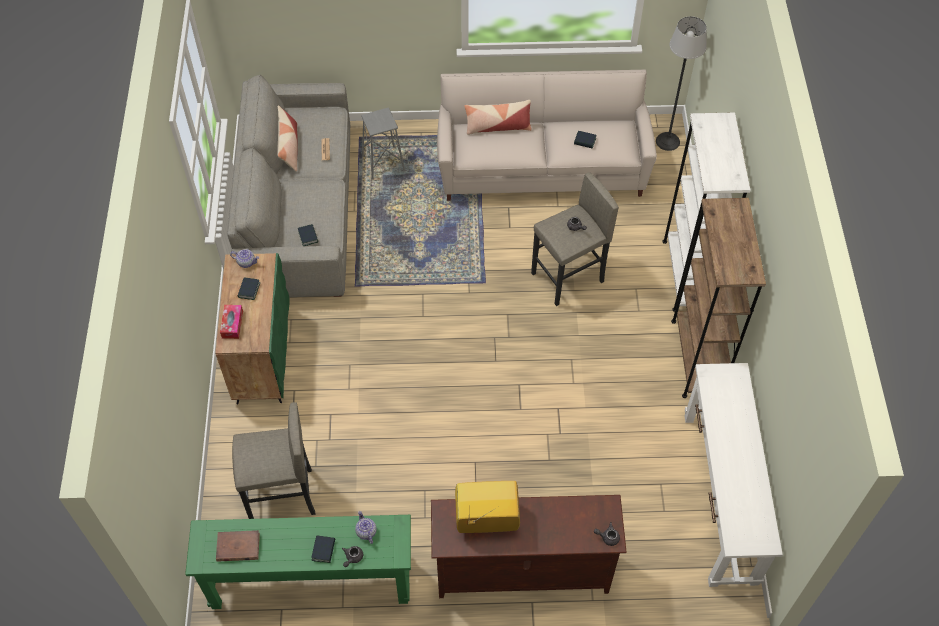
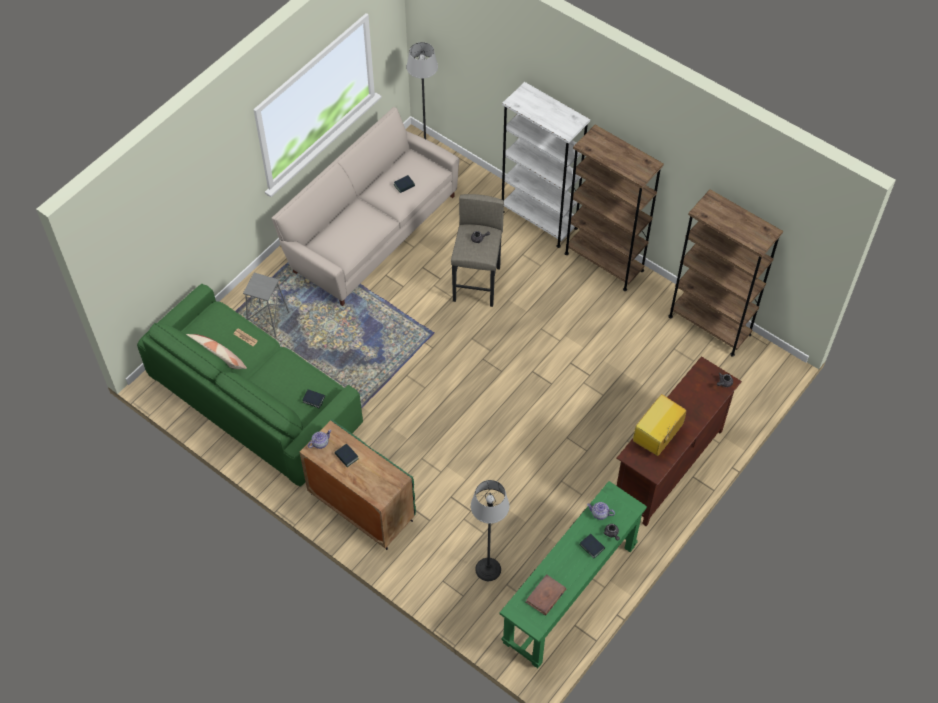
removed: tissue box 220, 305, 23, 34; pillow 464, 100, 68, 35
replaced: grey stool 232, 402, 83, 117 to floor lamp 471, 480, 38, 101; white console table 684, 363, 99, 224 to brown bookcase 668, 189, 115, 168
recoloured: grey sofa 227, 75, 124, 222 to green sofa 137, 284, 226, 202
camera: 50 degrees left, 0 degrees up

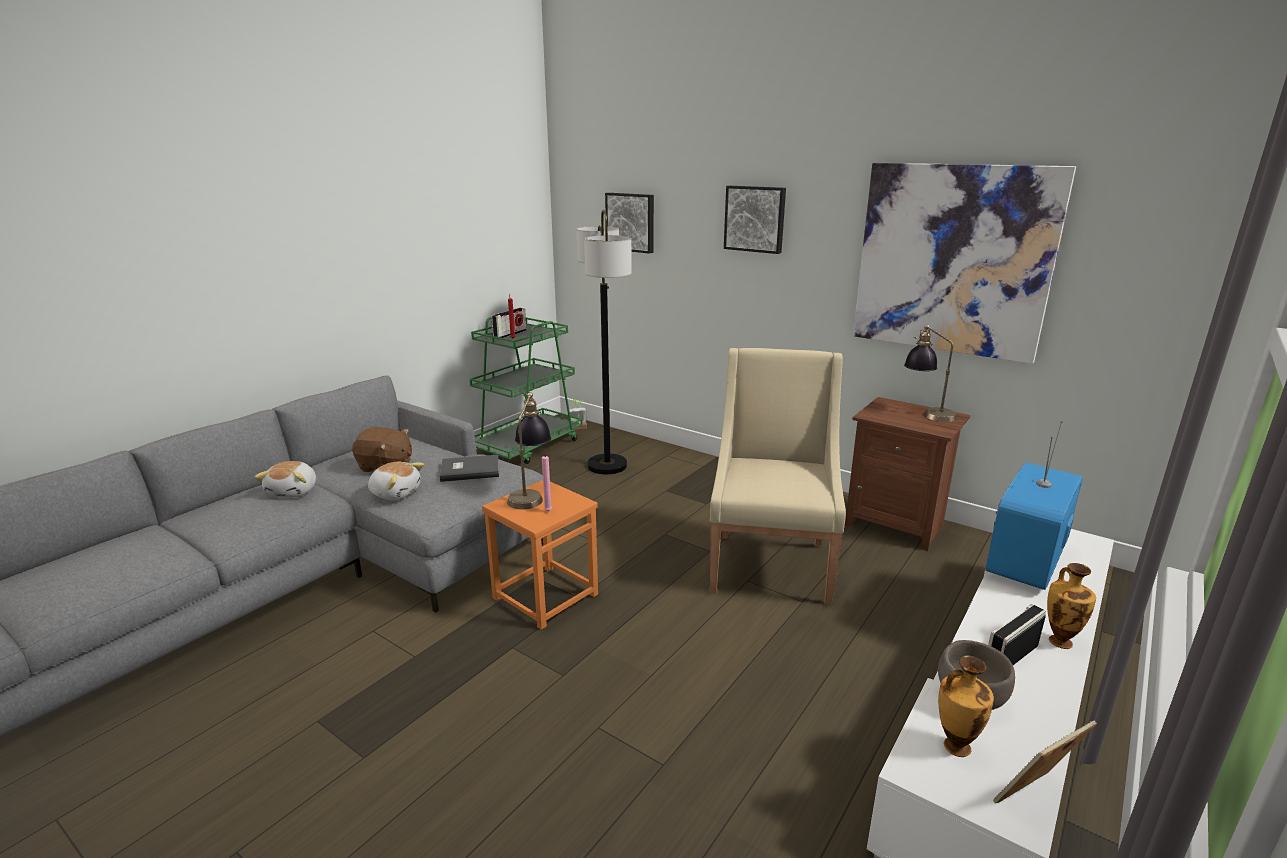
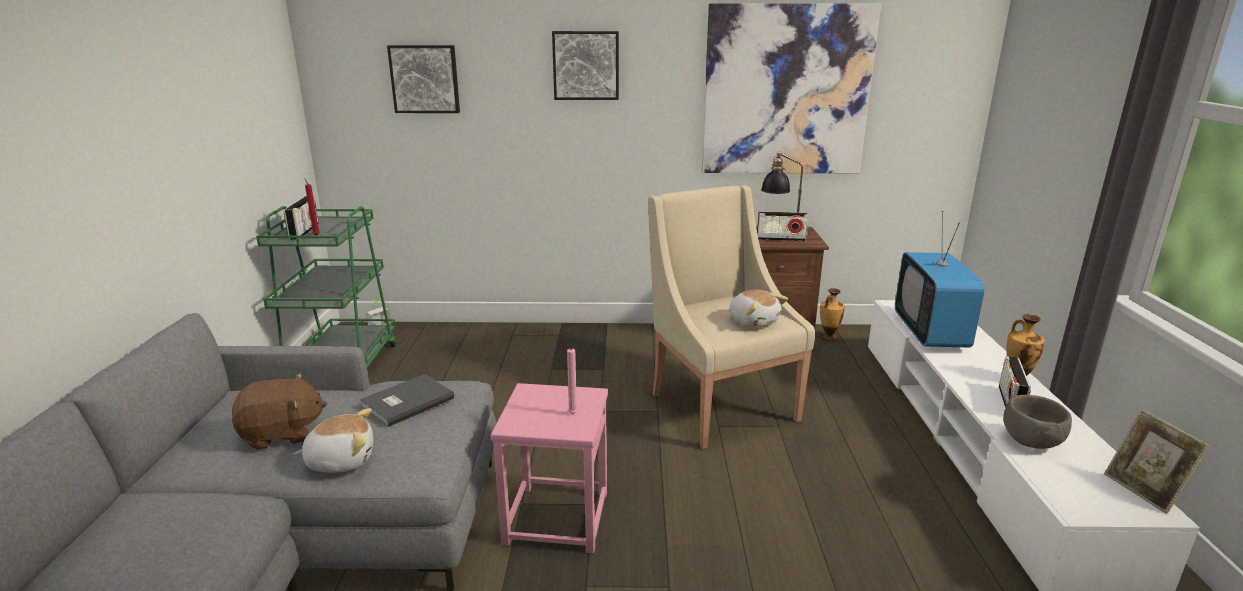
removed: table lamp 507, 392, 44, 117; floor lamp 576, 210, 56, 265
added: radio 757, 211, 51, 30
moved: plush toy 254, 461, 62, 37 to 729, 290, 59, 38; vase 938, 656, 56, 101 to 820, 288, 25, 52
recoloured: orange stool 482, 480, 116, 150 to pink stool 491, 383, 117, 170
turned: picture frame 993, 721, 104, 82 = 1104, 409, 106, 105 45 degrees counterclockwise
camera: 35 degrees left, 0 degrees up

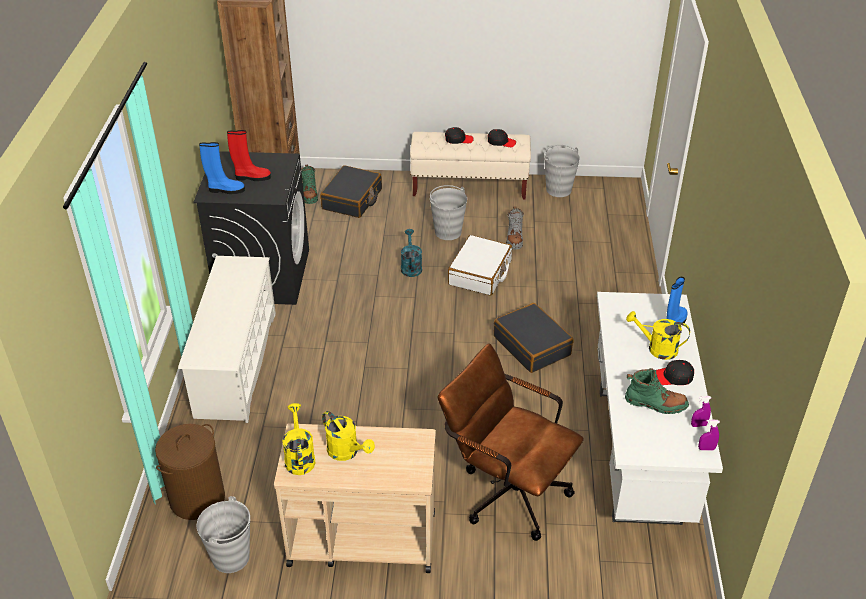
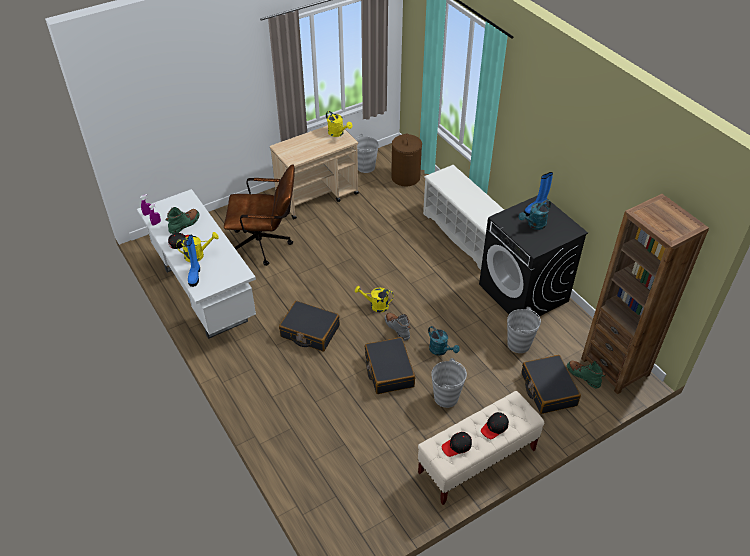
moved: yellow watering can 322, 411, 53, 50 to 355, 286, 39, 27; grey boot 506, 207, 18, 42 to 385, 313, 25, 28; grey bucket 544, 145, 36, 52 to 507, 307, 34, 46
replaced: red boot 227, 130, 44, 51 to turquoise watering can 519, 200, 32, 30
recoloured: white suitcase 448, 235, 64, 60 to black suitcase 365, 337, 50, 57
turned: green boot 625, 368, 64, 46 = 165, 207, 35, 27 150 degrees clockwise
camera: 145 degrees right, 5 degrees up

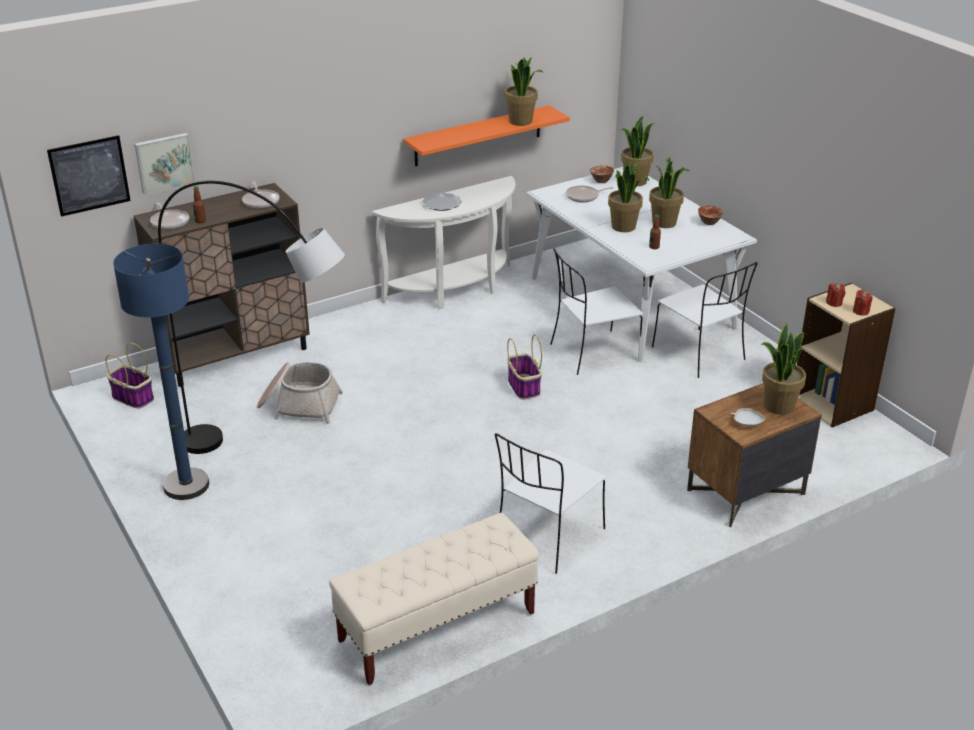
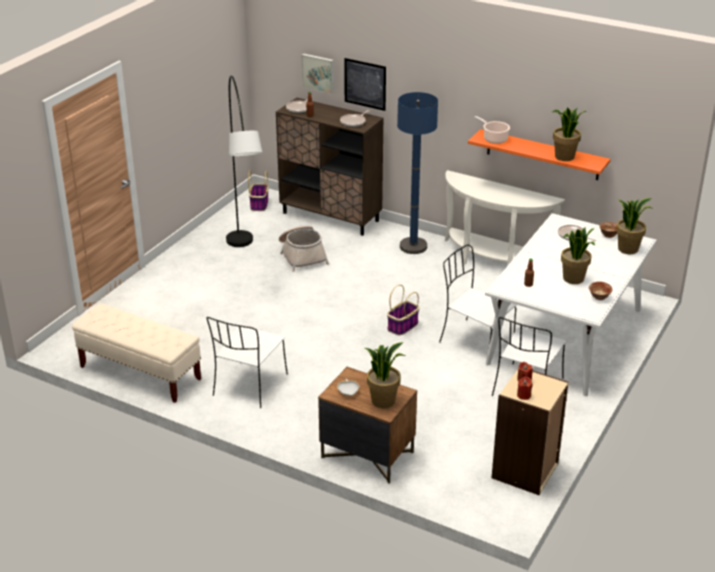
removed: plate 422, 193, 40, 18; potted plant 608, 162, 41, 70
added: cooking pot 474, 116, 36, 28
moved: picture 47, 135, 84, 82 to 344, 58, 42, 53; blue floor lamp 113, 244, 96, 256 to 397, 92, 41, 162
turned: white chair 495, 433, 112, 141 = 206, 317, 82, 91 75 degrees counterclockwise
camera: 60 degrees right, 0 degrees up

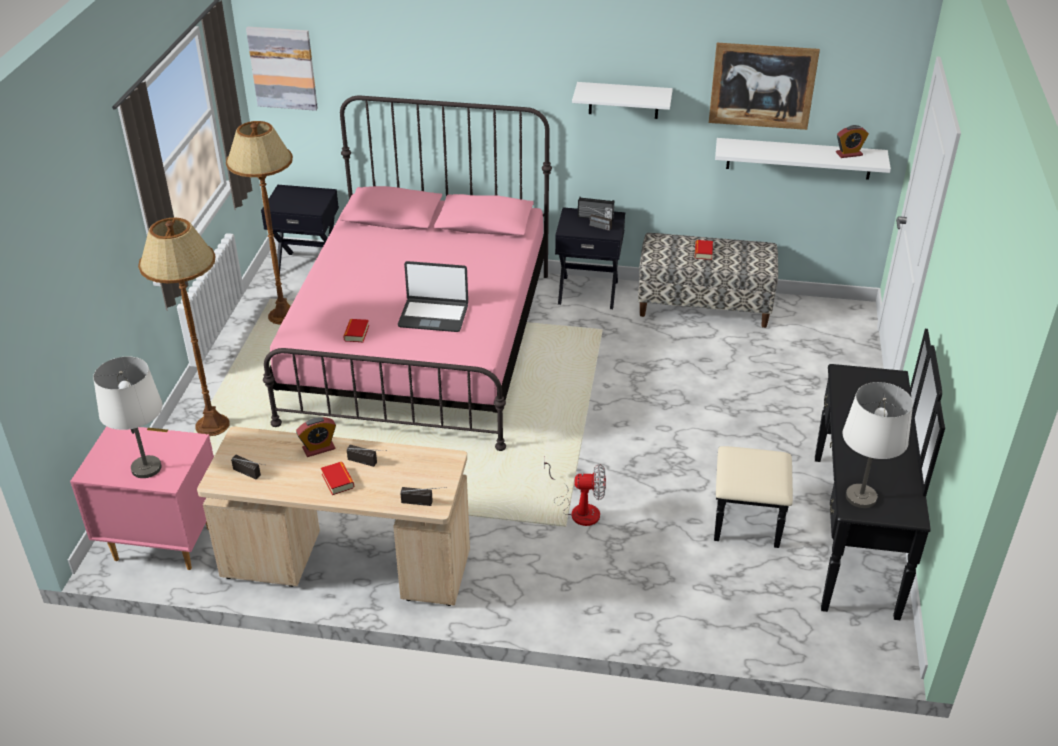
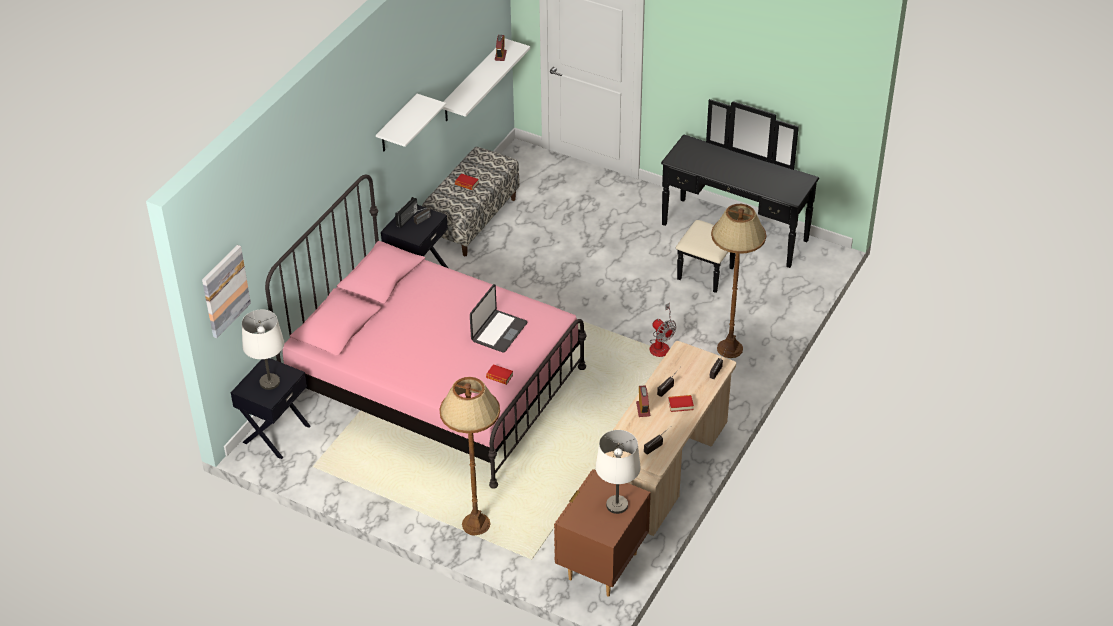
removed: picture 709, 43, 111, 87
moved: brown floor lamp 226, 121, 67, 204 to 711, 204, 55, 154; white table lamp 843, 382, 70, 126 to 242, 310, 42, 80
recoloured: pink nightstand 70, 426, 144, 144 to brown nightstand 554, 469, 97, 127
turned: fan 544, 456, 62, 70 = 650, 303, 26, 54 120 degrees clockwise
camera: 70 degrees left, 5 degrees up

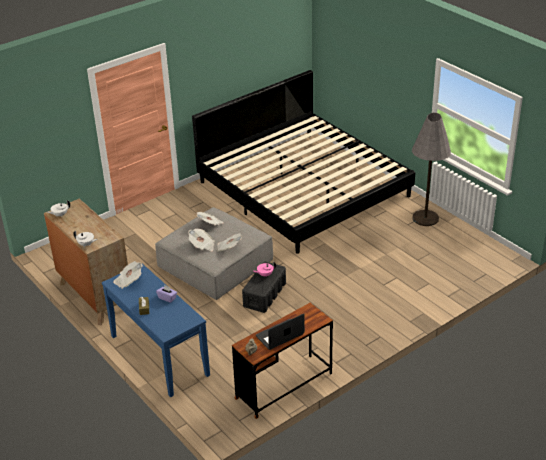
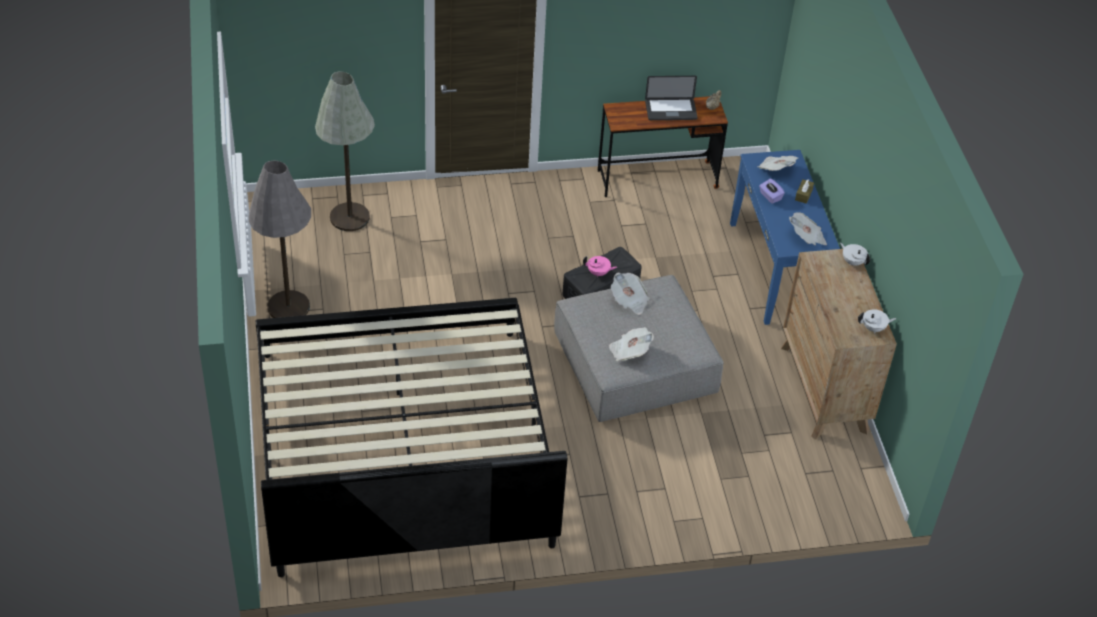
added: grey floor lamp 315, 71, 60, 160
moved: newspaper 188, 229, 27, 22 to 757, 156, 41, 15
camera: 155 degrees left, 10 degrees up

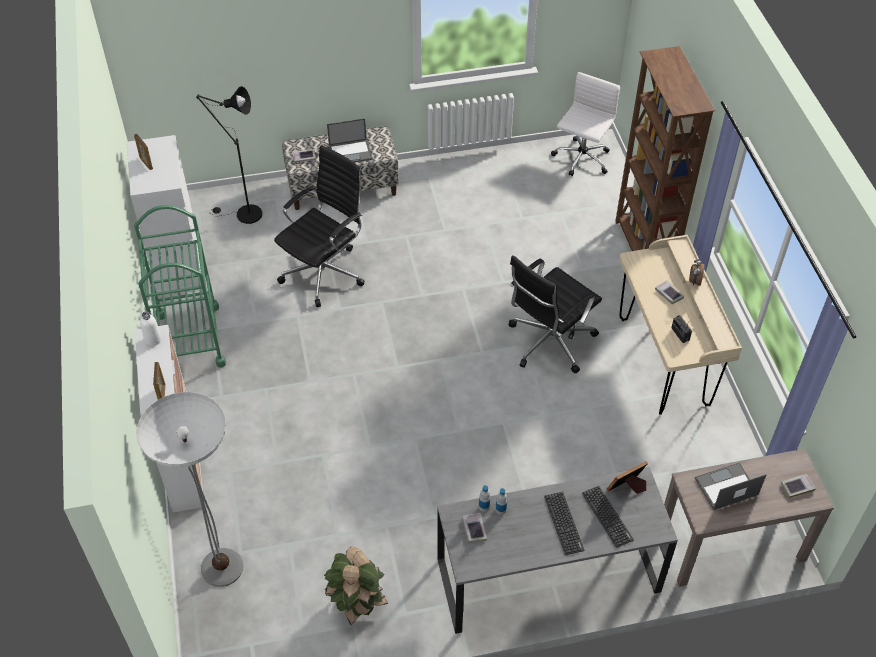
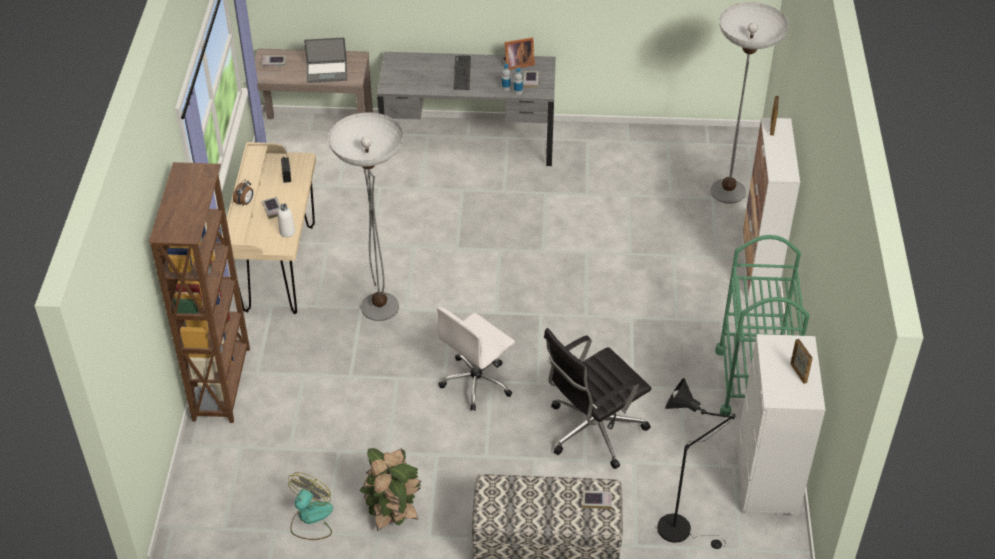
removed: laptop 327, 118, 45, 45; keyboard 582, 486, 52, 62
added: fan 288, 472, 45, 68
moved: white bottle 140, 311, 22, 35 to 278, 203, 17, 34; potted plant 324, 547, 64, 78 to 359, 448, 63, 83; white office chair 551, 72, 69, 104 to 437, 307, 78, 104; picture frame 607, 461, 41, 33 to 504, 37, 31, 33
replaced: black office chair 509, 255, 93, 118 to floor lamp 328, 112, 75, 209
camera: 165 degrees left, 5 degrees down

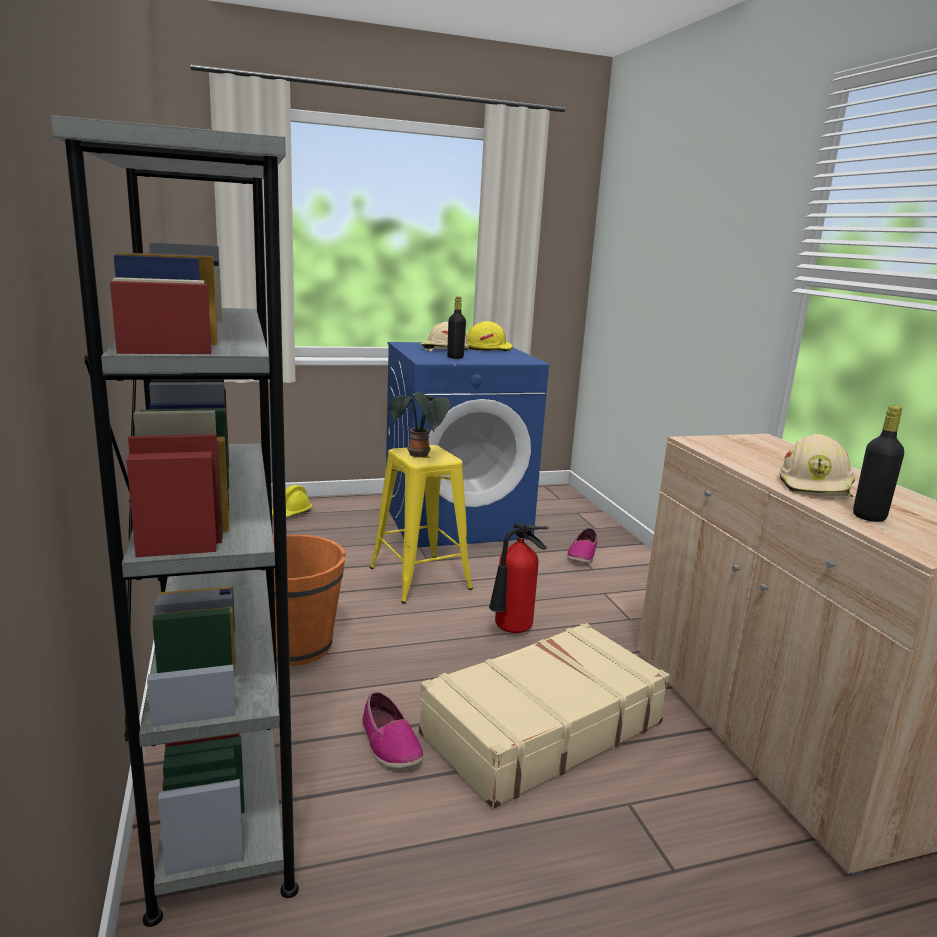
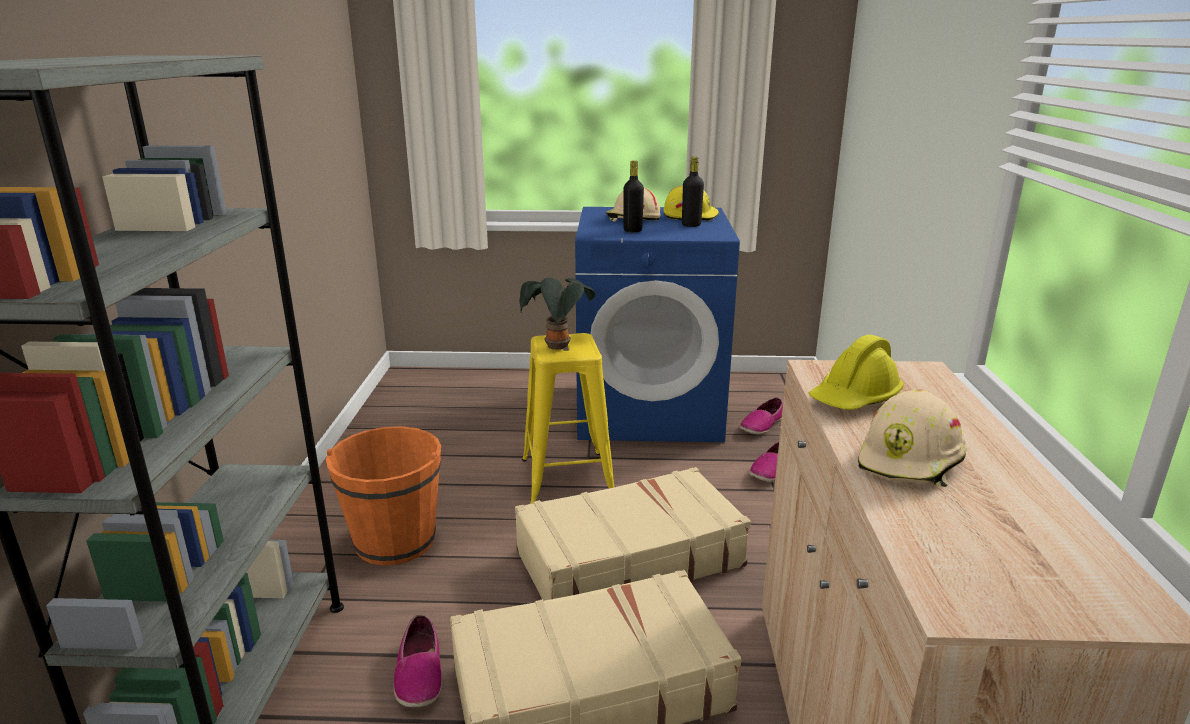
added: shoe 740, 397, 43, 37
moved: yellow hard hat 272, 485, 41, 32 to 808, 335, 96, 75; black bottle 853, 406, 51, 116 to 682, 157, 22, 70
replaced: fire extinguisher 489, 523, 60, 110 to beige suitcase 515, 467, 236, 134
camera: 20 degrees right, 5 degrees up

